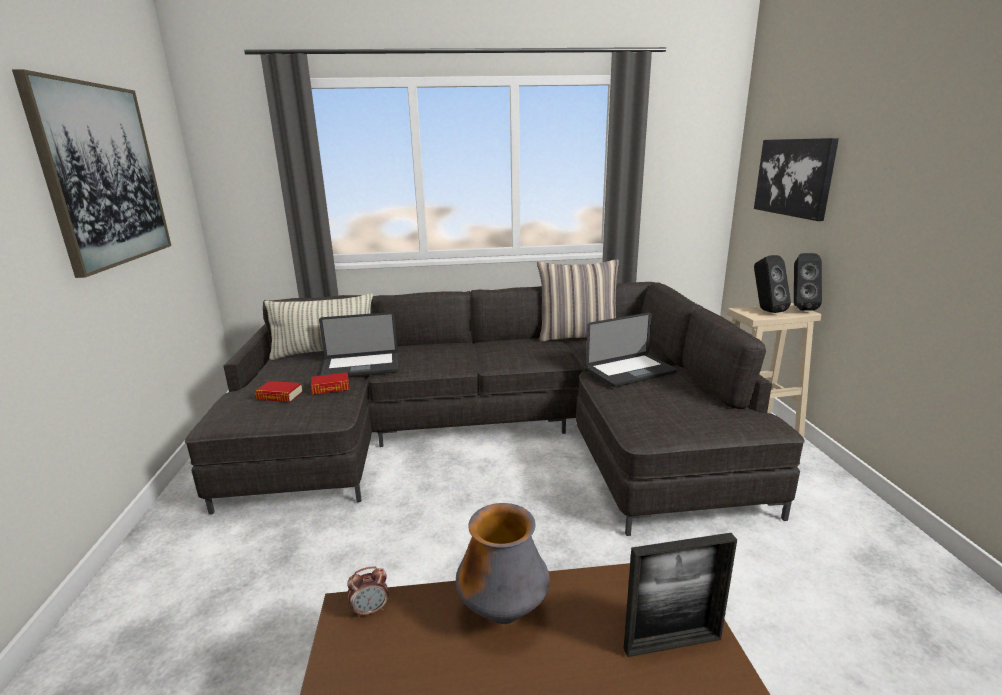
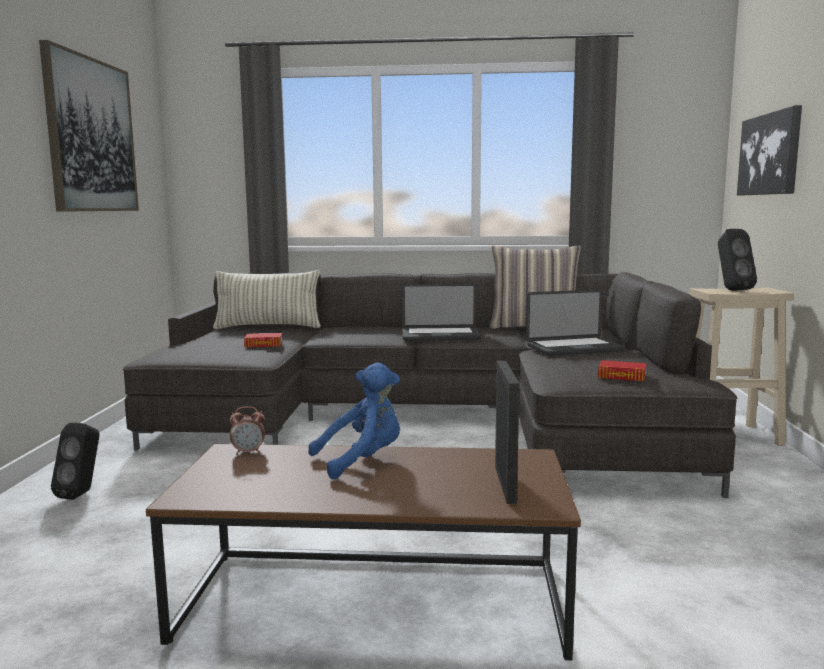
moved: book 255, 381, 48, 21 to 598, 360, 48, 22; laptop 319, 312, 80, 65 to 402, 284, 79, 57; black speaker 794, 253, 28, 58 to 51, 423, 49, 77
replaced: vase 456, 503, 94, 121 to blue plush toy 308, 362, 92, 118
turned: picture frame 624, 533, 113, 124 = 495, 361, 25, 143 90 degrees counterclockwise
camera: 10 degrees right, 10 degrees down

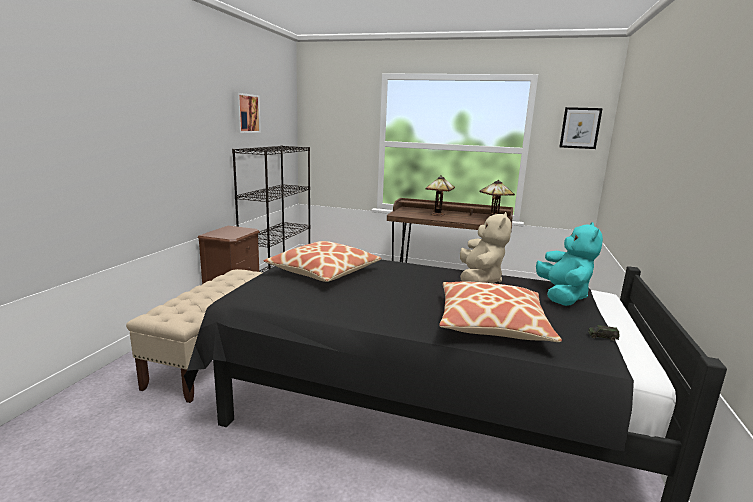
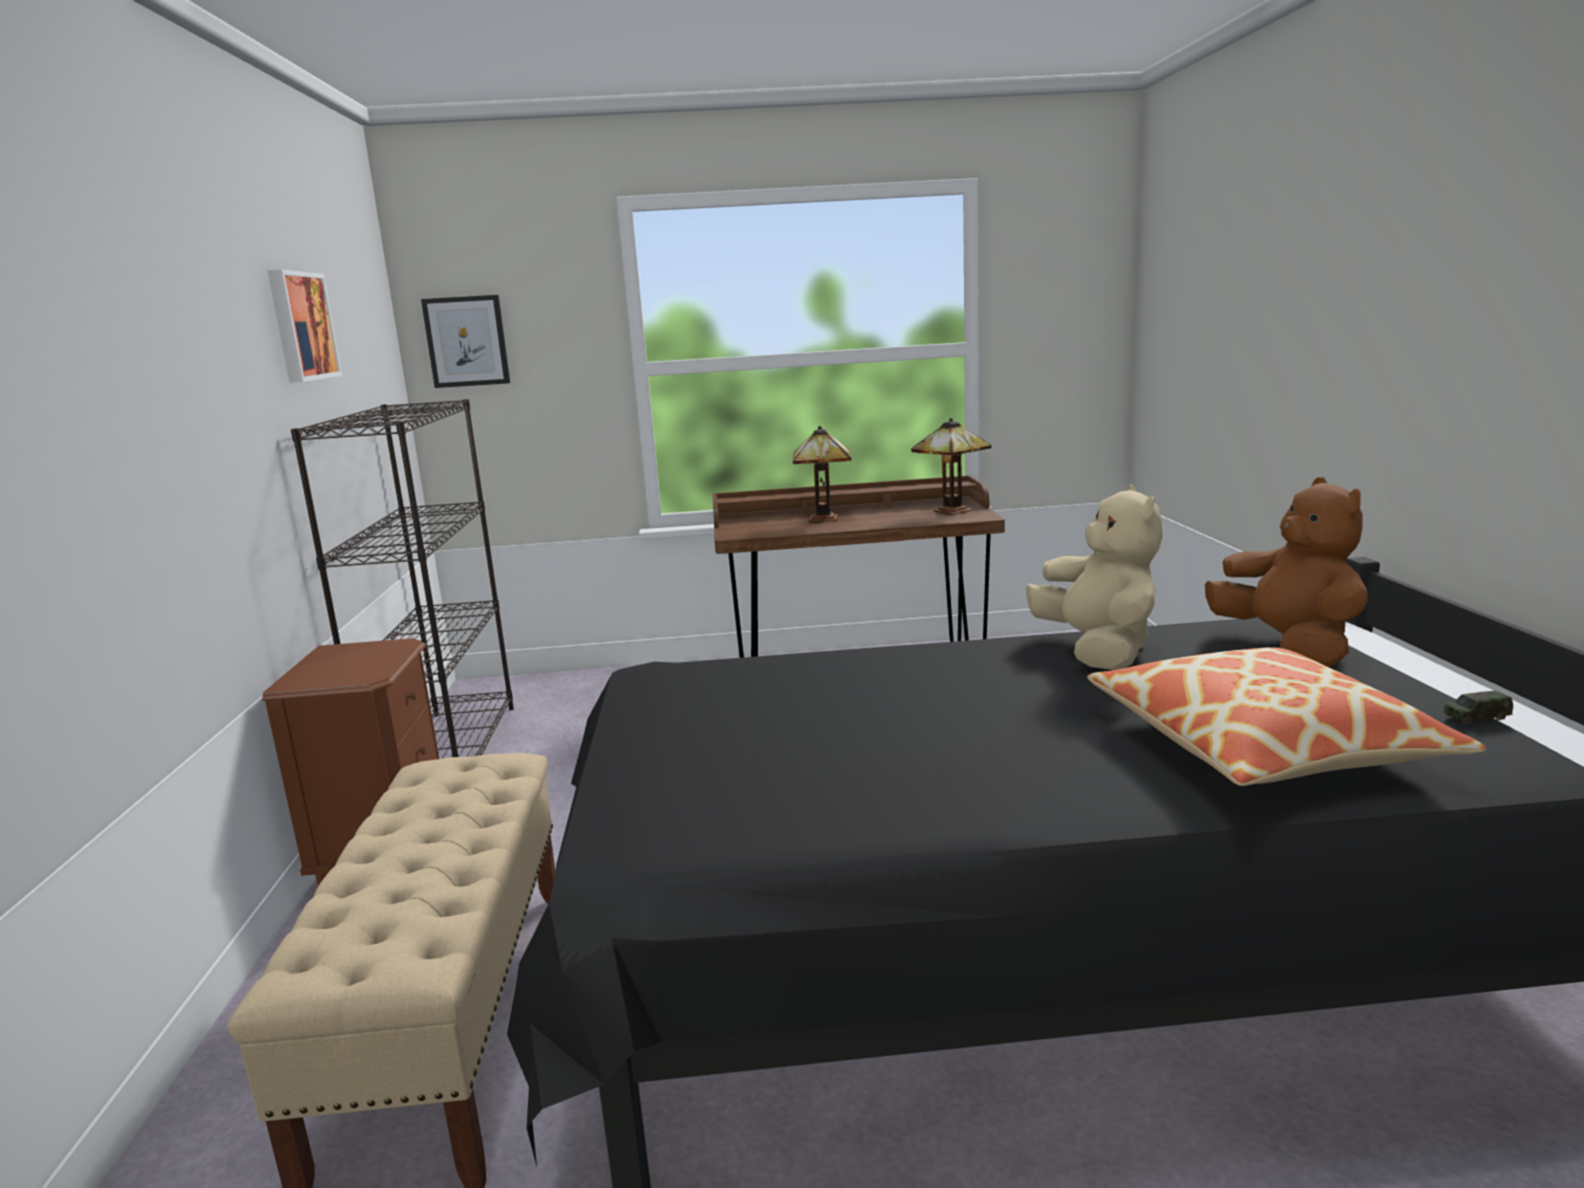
removed: pillow 264, 241, 118, 41
moved: picture 560, 107, 43, 42 to 421, 295, 89, 93
recoloured: turquoise plush toy 536, 222, 67, 84 to brown plush toy 1205, 477, 163, 190
camera: 20 degrees left, 0 degrees up

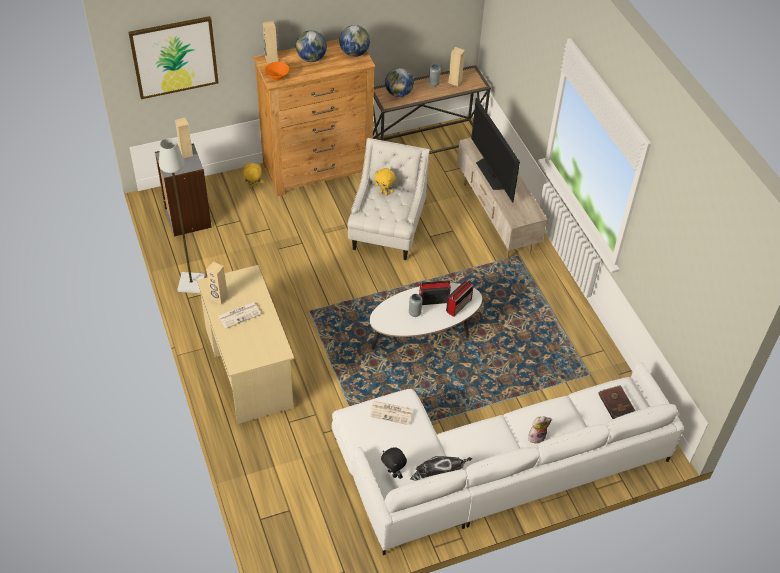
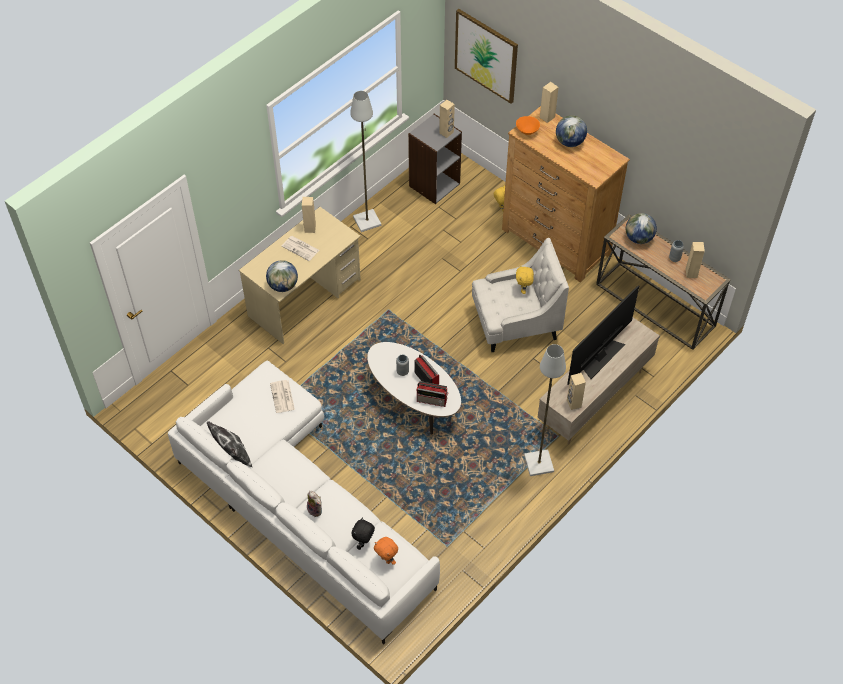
added: grey floor lamp 524, 344, 42, 132; beige speaker 567, 373, 19, 37
moved: globe 339, 25, 31, 32 to 266, 260, 32, 32; black plush toy 381, 447, 26, 32 to 352, 517, 23, 33
replaced: brown book 598, 385, 37, 34 to orange plush toy 374, 537, 24, 28
camera: 65 degrees right, 5 degrees up

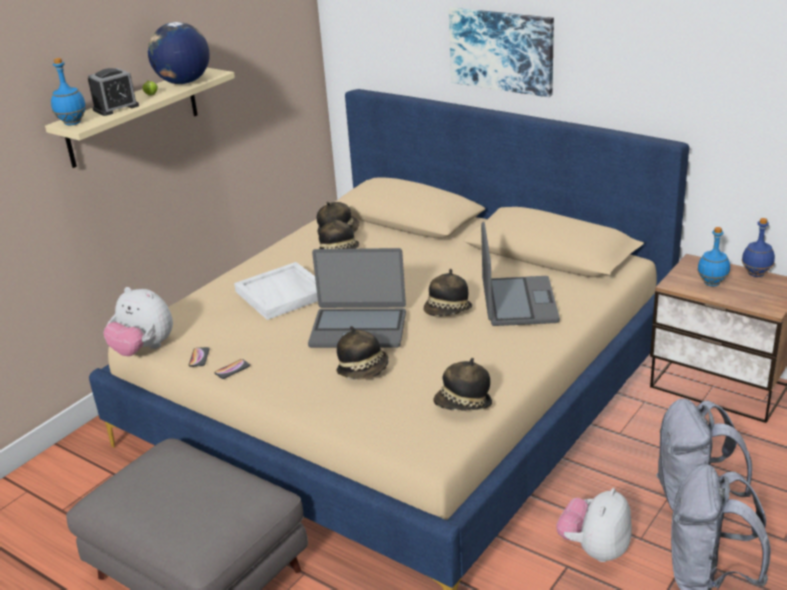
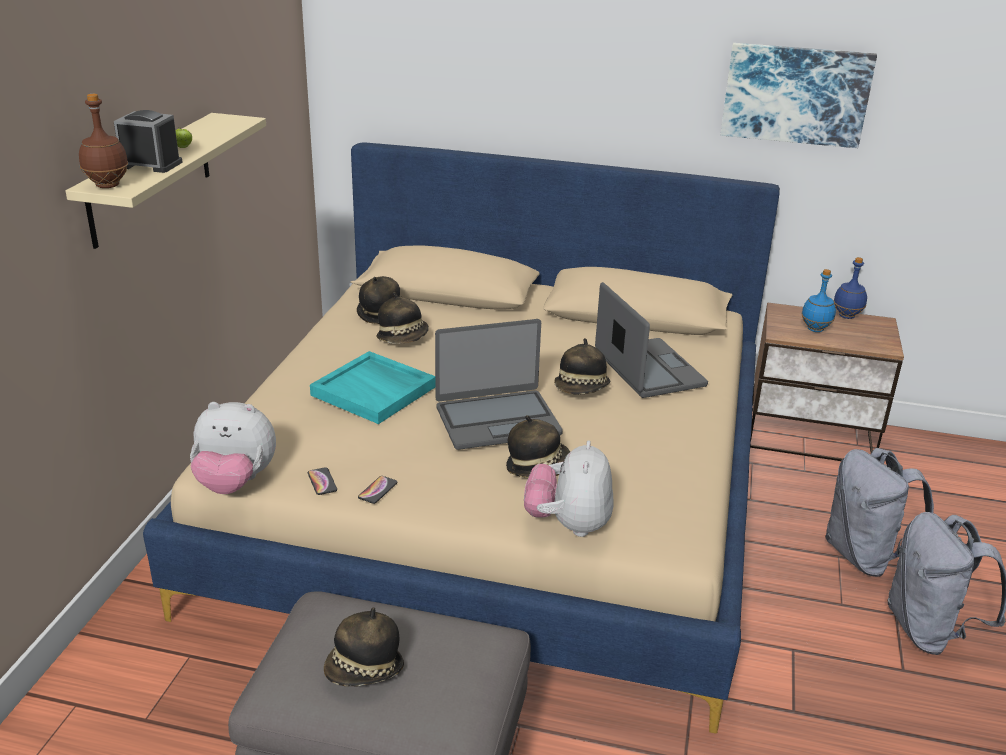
removed: globe 148, 22, 62, 62
moved: hat 434, 358, 58, 53 to 324, 607, 80, 80; picture 449, 7, 105, 90 to 721, 43, 156, 105; plush toy 556, 488, 76, 74 to 524, 440, 90, 97
recoloured: blue bottle 51, 58, 35, 67 to brown bottle 79, 94, 49, 94; white tray 234, 262, 84, 58 to turquoise tray 310, 351, 125, 73
turned: alarm clock 88, 68, 51, 48 = 114, 110, 69, 63 105 degrees counterclockwise
camera: 25 degrees left, 0 degrees up

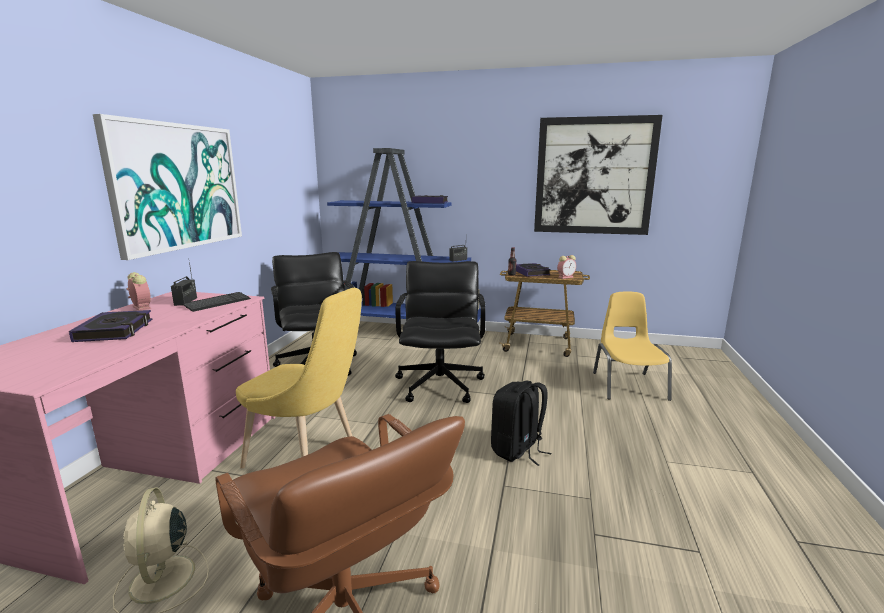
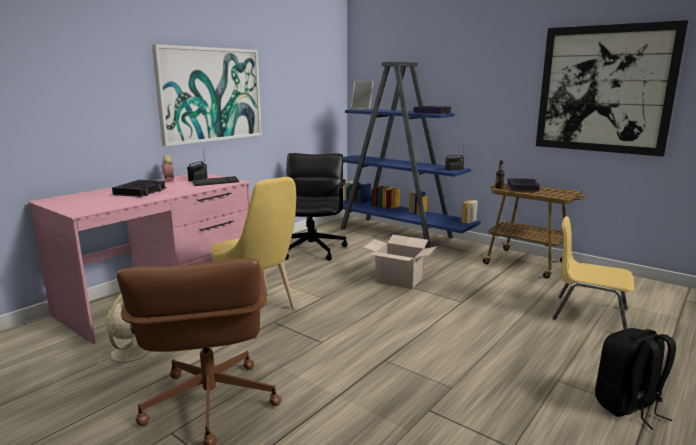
removed: alarm clock 557, 255, 19, 24
added: picture frame 351, 81, 22, 29
moved: black backpack 491, 380, 60, 86 to 595, 328, 81, 102
replaced: black office chair 395, 261, 91, 142 to cardboard box 363, 235, 74, 54
turned: yellow chair 593, 292, 79, 109 = 553, 216, 81, 114 90 degrees counterclockwise
camera: 25 degrees right, 0 degrees up

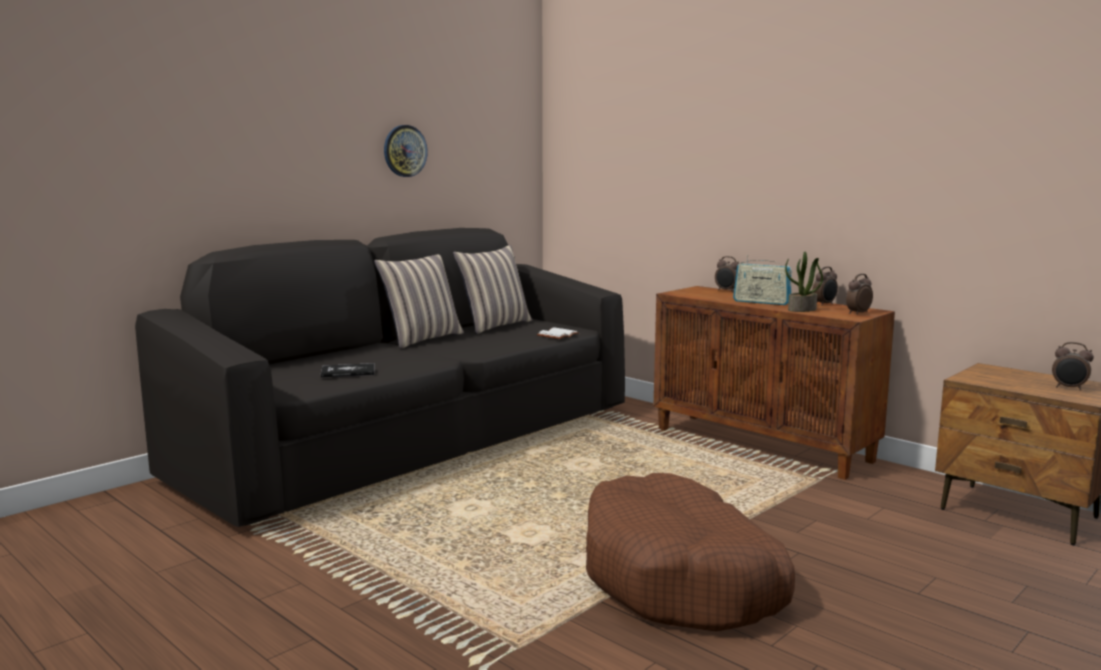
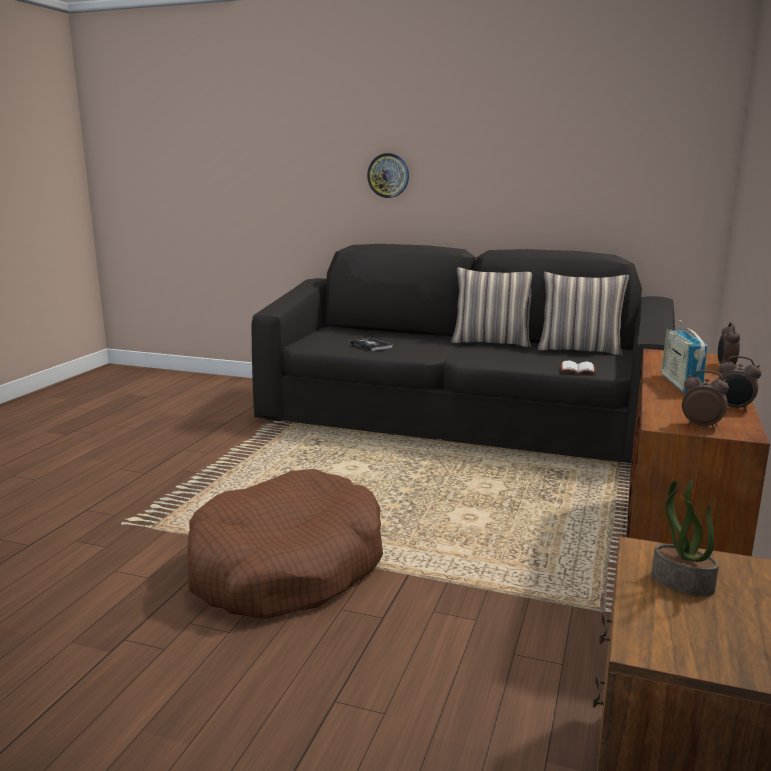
removed: alarm clock 1052, 342, 42, 49
moved: wall clock 384, 125, 44, 52 to 367, 153, 42, 45; potted plant 785, 252, 38, 60 to 652, 479, 67, 117
camera: 65 degrees right, 5 degrees up

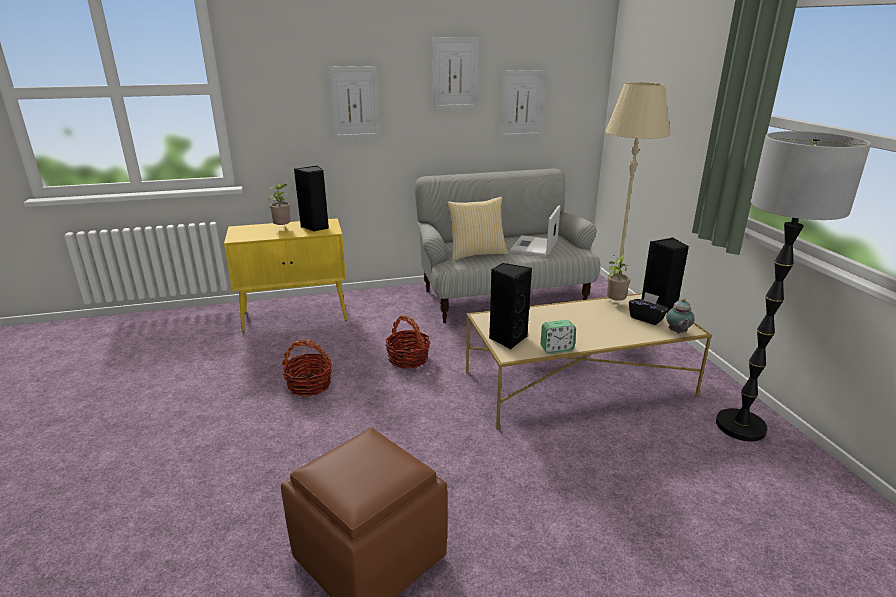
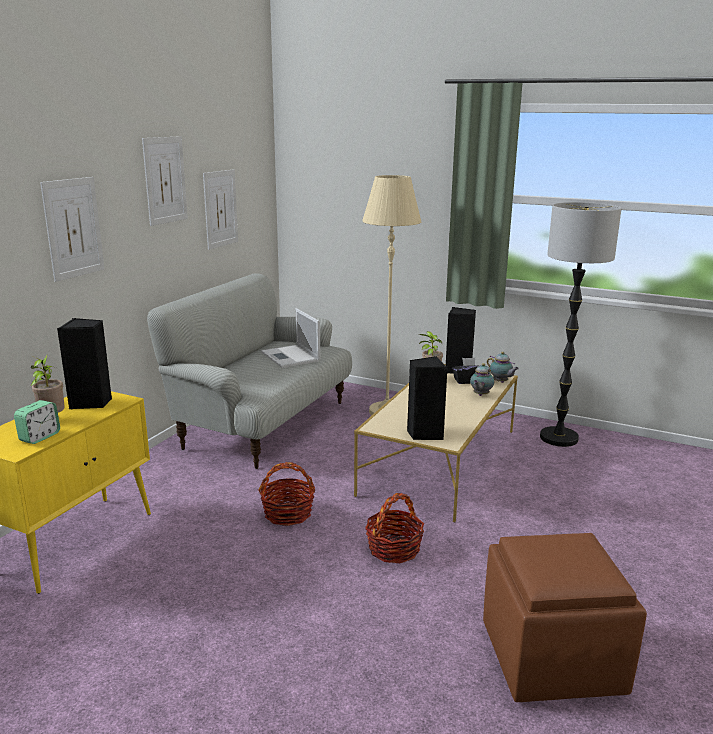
removed: pillow 447, 196, 61, 65
added: teapot 470, 363, 24, 33
moved: basket 282, 340, 50, 57 to 365, 493, 59, 70; alarm clock 541, 320, 35, 34 to 14, 400, 46, 44
camera: 50 degrees left, 5 degrees down

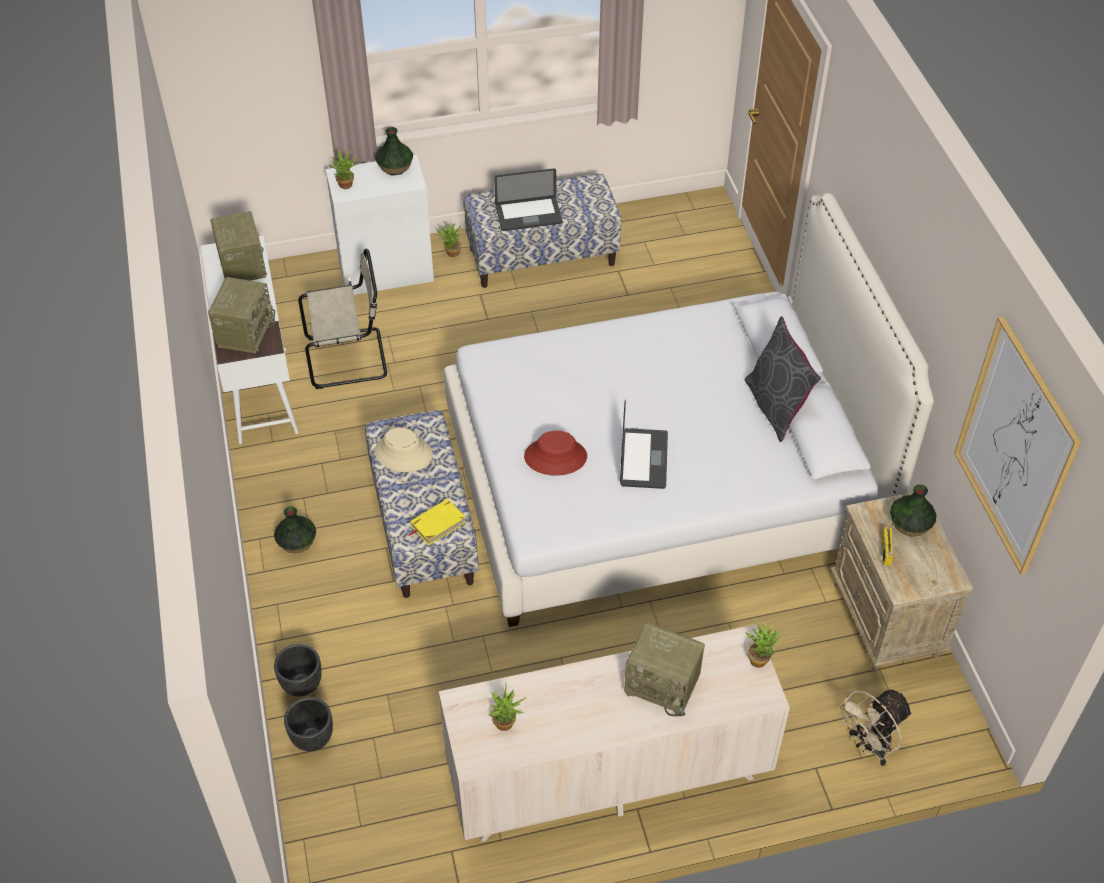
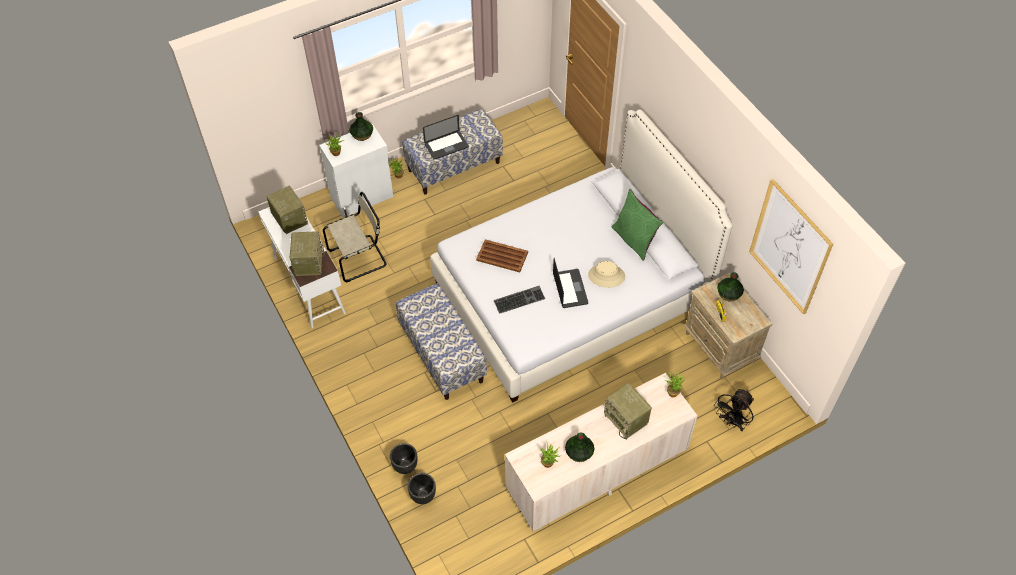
removed: yellow book 408, 499, 58, 46
added: brown tray 476, 239, 52, 33
moved: vase 274, 506, 42, 47 to 565, 432, 29, 30; beige hat 374, 427, 59, 45 to 588, 261, 37, 27
replaced: red hat 524, 430, 63, 46 to keyboard 493, 286, 52, 28
recoloured: grey pillow 745, 317, 76, 125 to green pillow 612, 189, 51, 72; beige fan 838, 690, 75, 76 to black fan 714, 389, 40, 42
turned: radio 624, 622, 81, 94 = 604, 383, 48, 56 45 degrees clockwise
camera: 15 degrees left, 5 degrees up

